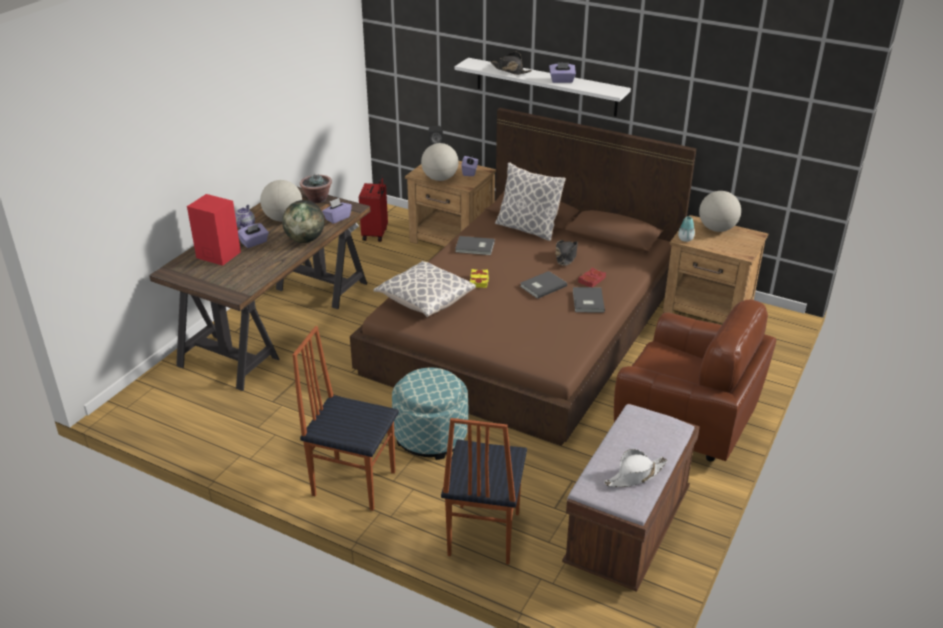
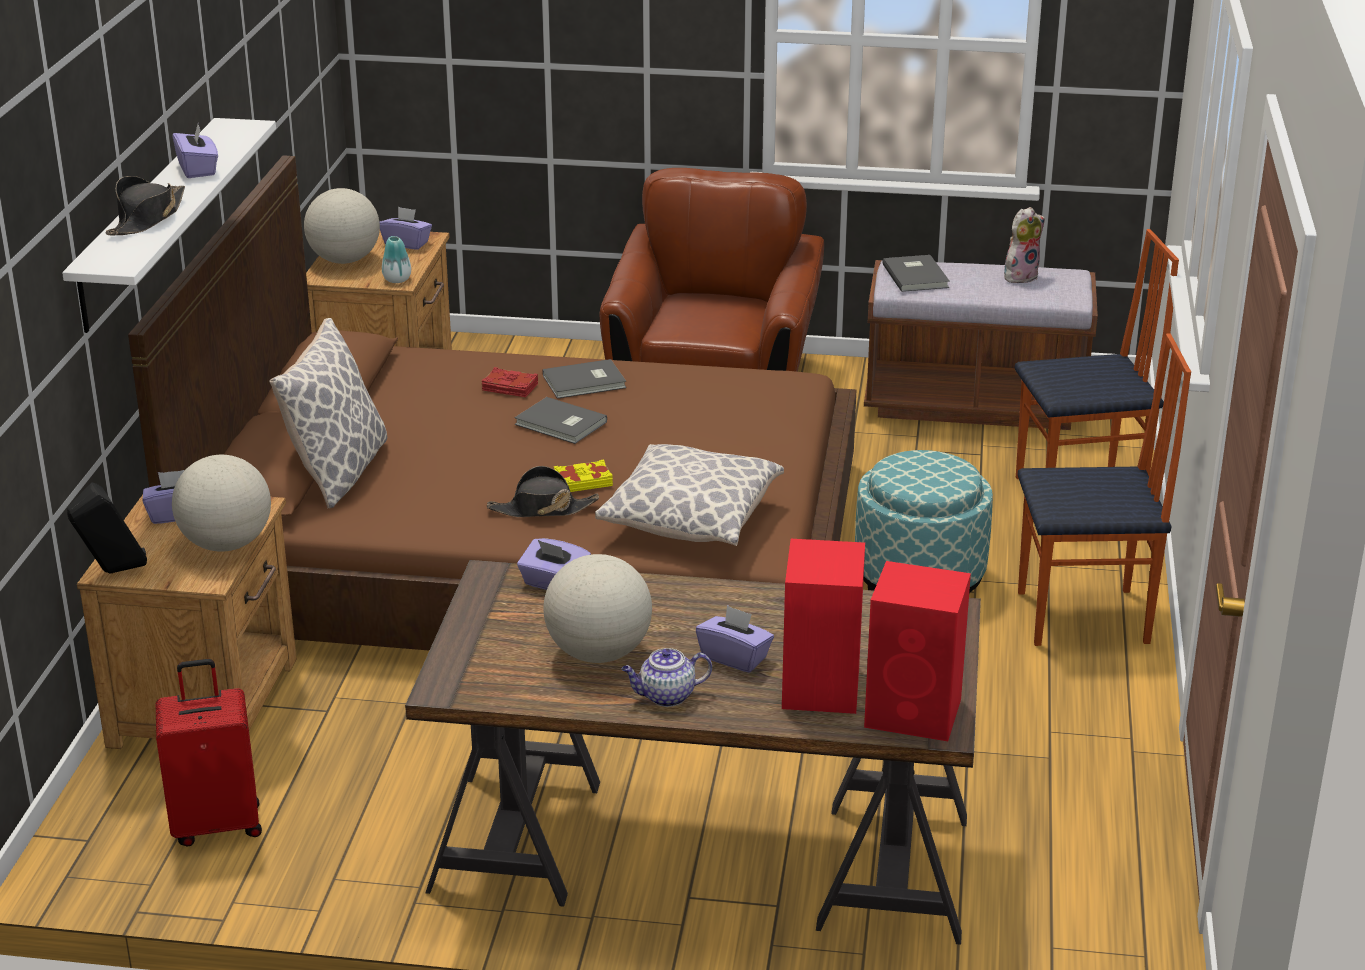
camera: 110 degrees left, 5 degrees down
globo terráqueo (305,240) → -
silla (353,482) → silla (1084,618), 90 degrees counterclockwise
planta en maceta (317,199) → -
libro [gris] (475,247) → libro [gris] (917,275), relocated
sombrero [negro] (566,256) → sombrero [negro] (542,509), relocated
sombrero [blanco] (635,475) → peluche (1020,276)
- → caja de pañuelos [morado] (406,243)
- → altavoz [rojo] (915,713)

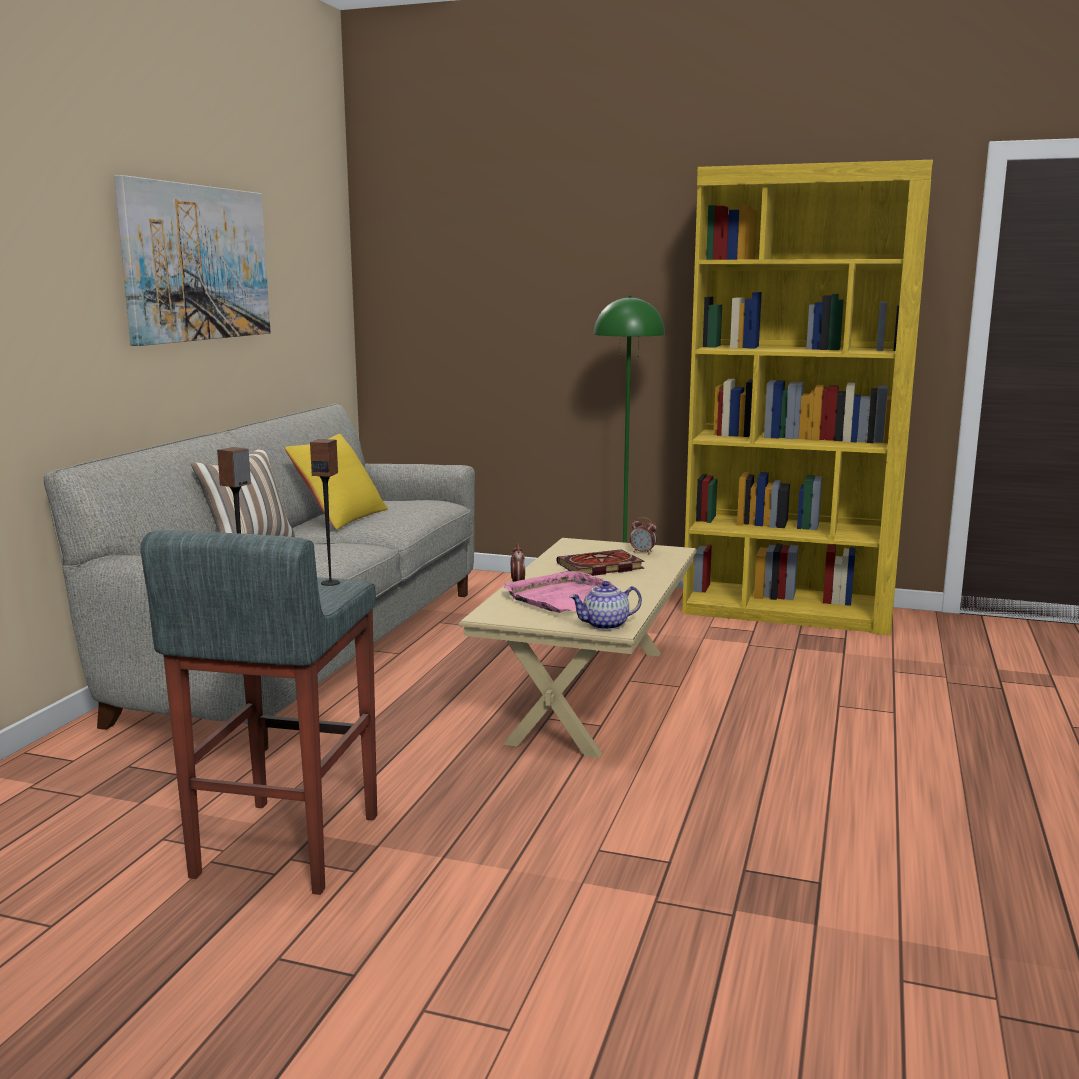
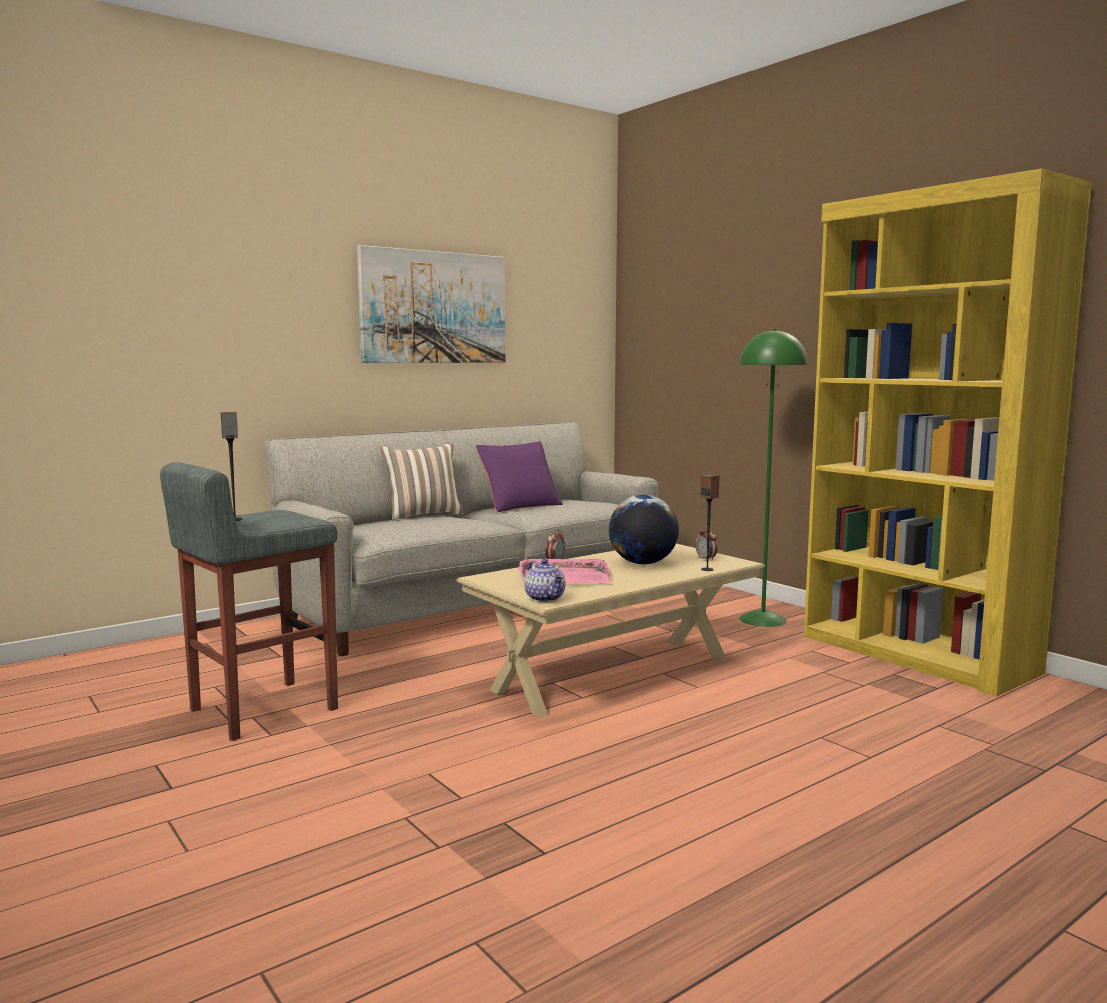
camera: 35 degrees right, 5 degrees down
cojín [amarillo] (340,517) → cojín [morado] (520,505)
altavoz (330,583) → altavoz (707,569), relocated
libro (599,567) → globo terráqueo (642,563)
tetera (605,625) → tetera (546,598), 135 degrees counterclockwise

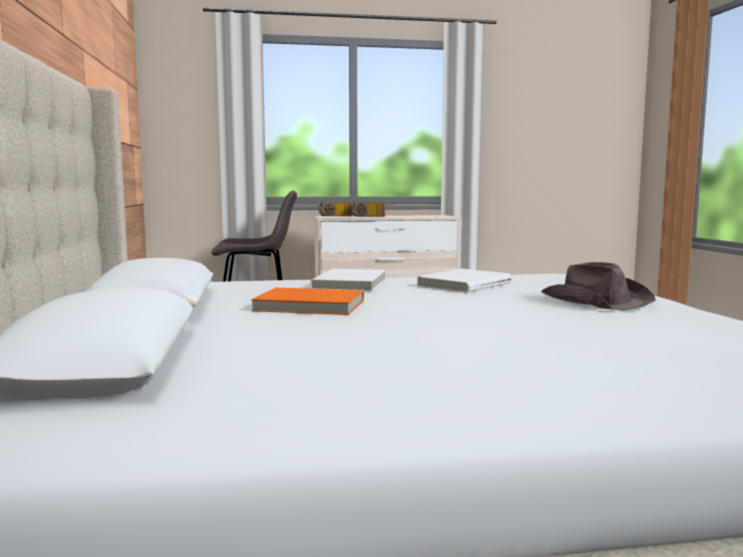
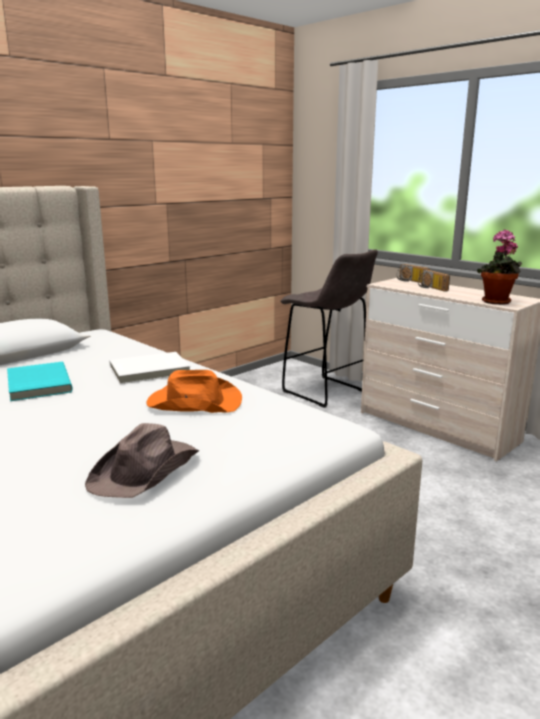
camera: 55 degrees right, 10 degrees up
libro [naranja] (309,306) → libro [turquesa] (37,384)
libro [blanco] (462,284) → sombrero [naranja] (193,402)
- → planta en maceta (496,302)

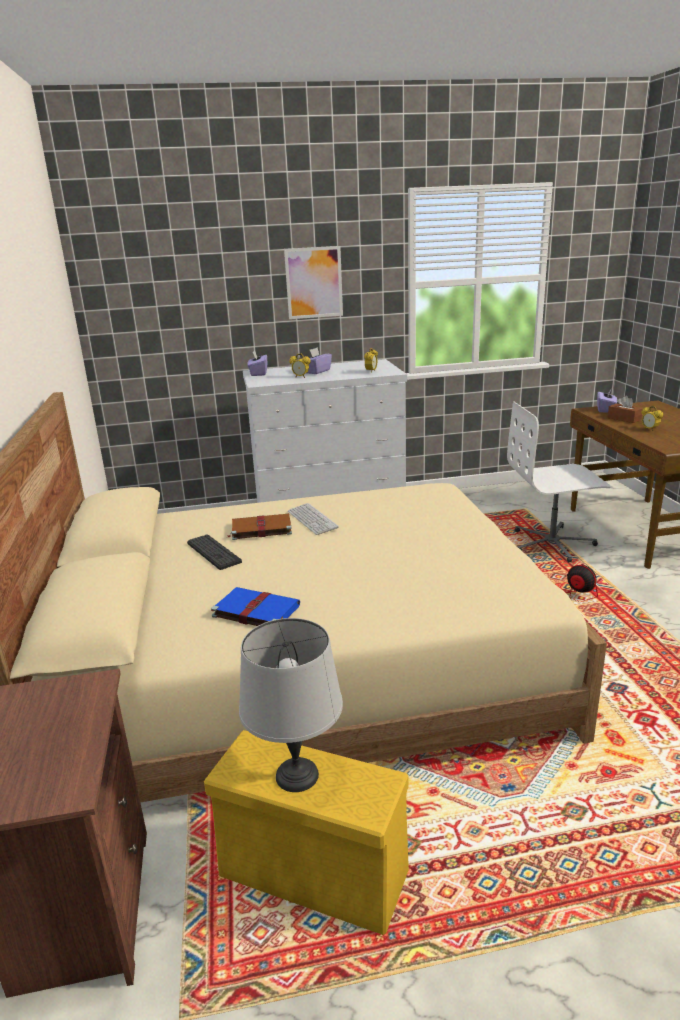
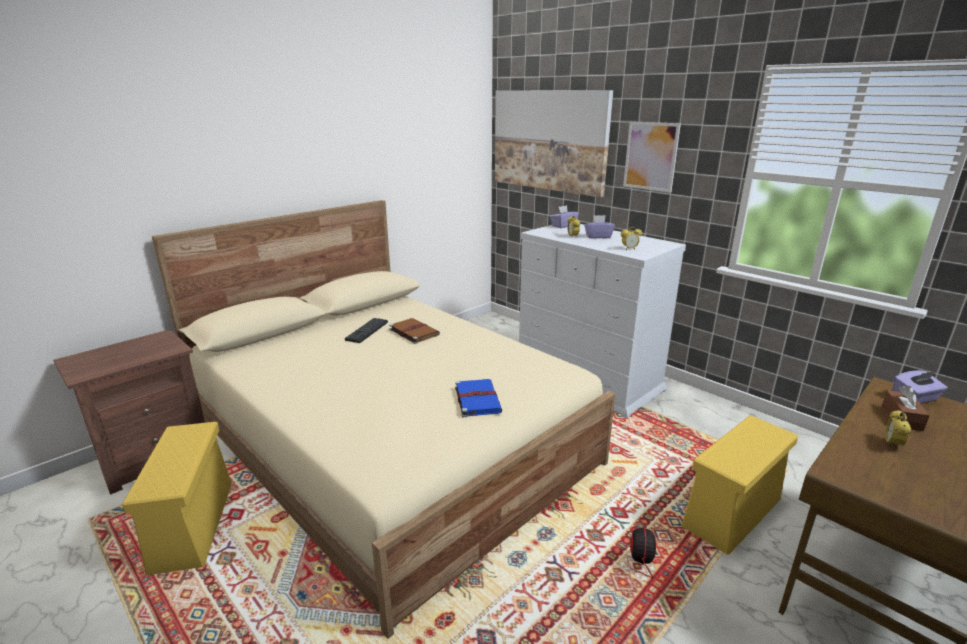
camera: 55 degrees right, 0 degrees up
libro [azul] (254,610) → libro [azul] (477,399), relocated
lámpara de mesa [gris] (297,776) → -
teclado (312,520) → -
silla de oficina [blanco] (552,543) → caja de almacenaje [amarillo] (732,511)
- → cuadro (549,140)

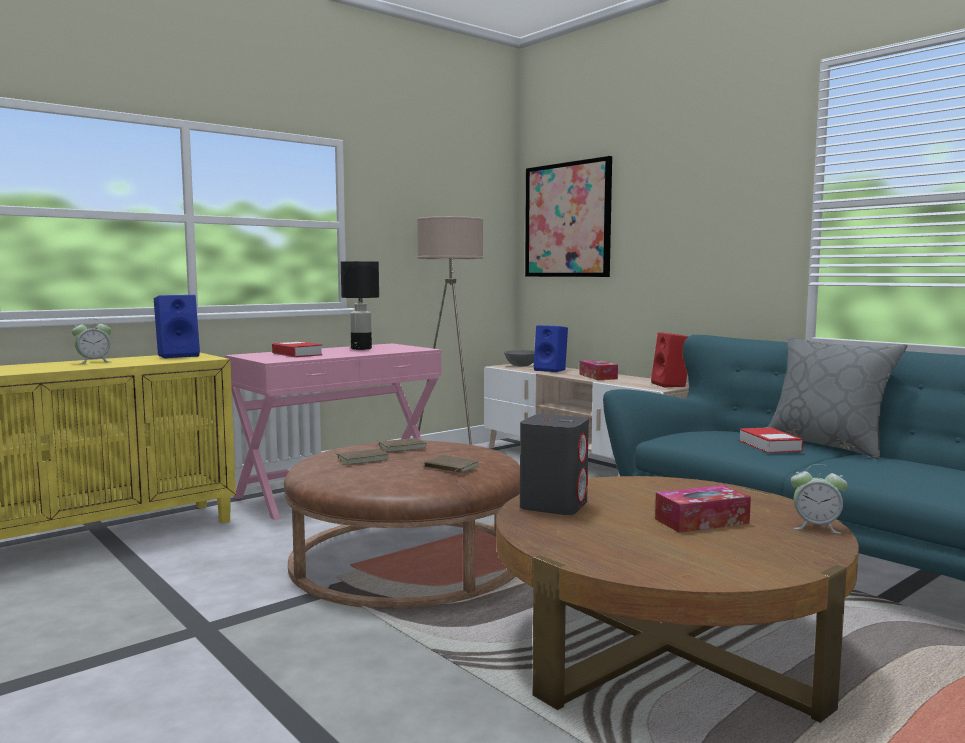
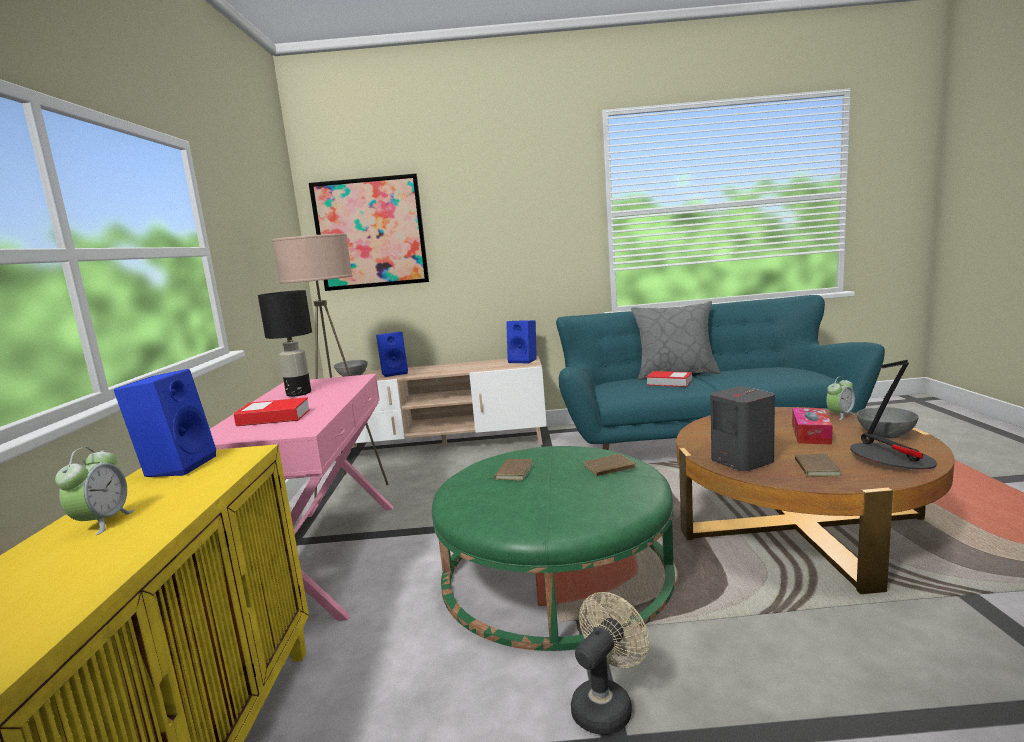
camera: 50 degrees left, 5 degrees up
puf [marrón] (407,558) → puf [verde] (556,572)
libro [marrón] (362,459) → libro [marrón] (814,468), relocated
caja de pañuelos (598,376) → -
altavoz [rojo] (672,385) → altavoz [azul] (524,361)
- → ventilador [beis] (607,704)
- → lámpara de mesa (891,459)
- → cuenco [gris] (885,435)

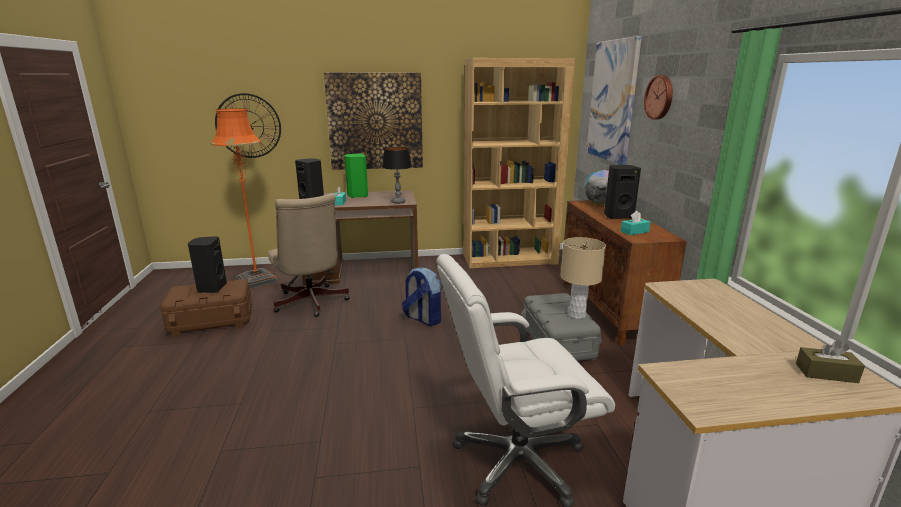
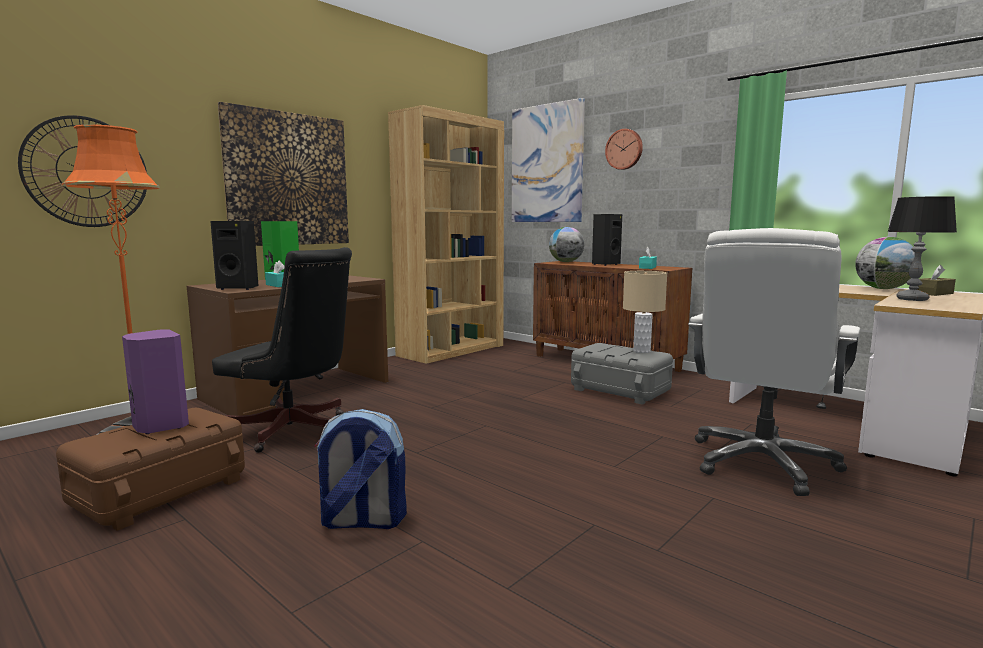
camera: 40 degrees left, 10 degrees down
altavoz [negro] (211,288) → altavoz [morado] (160,426)
silla de oficina [beis] (311,304) → silla de oficina [negro] (295,432)
lámpara de mesa (398,202) → lámpara de mesa (912,299), relocated
mochila (422,319) → mochila (362,521), relocated
- → globo terráqueo (883,289)

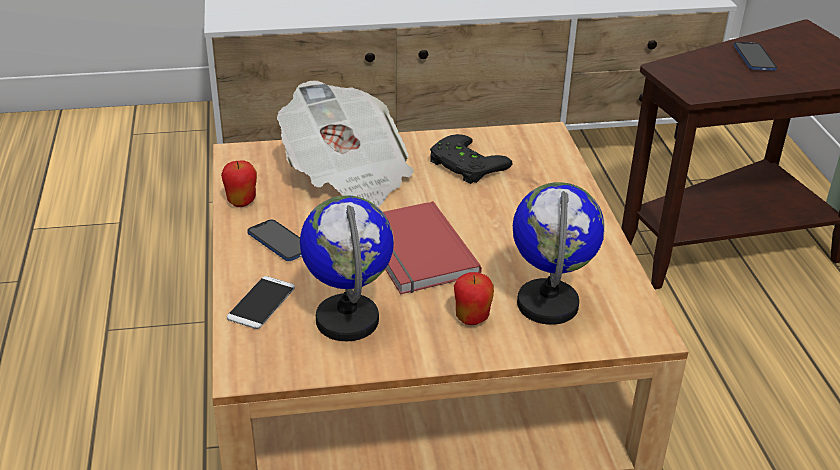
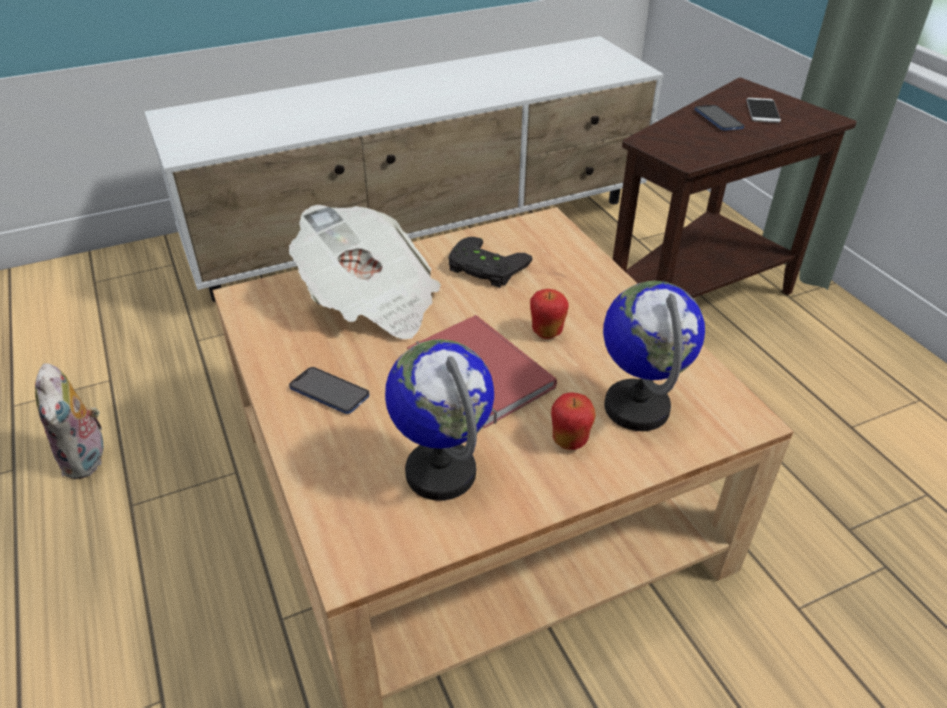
camera: 15 degrees left, 5 degrees up
manzana (241,202) → manzana (546,332), relocated
móvil (261,303) → móvil (762,111), relocated
- → peluche (88,459)

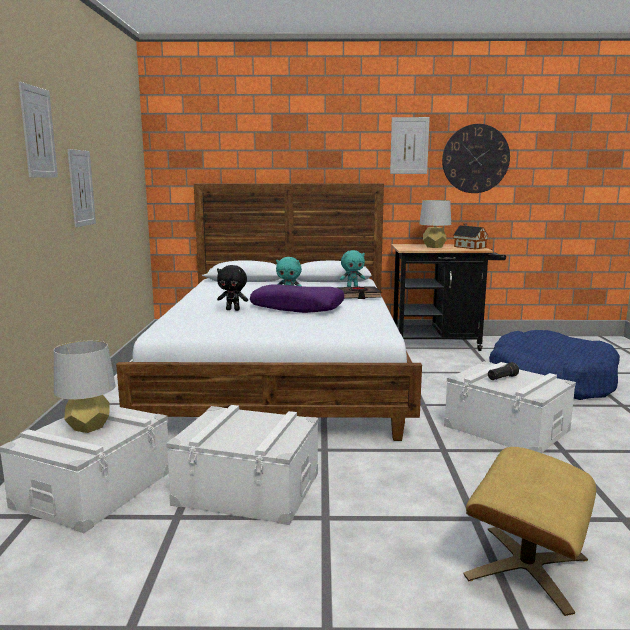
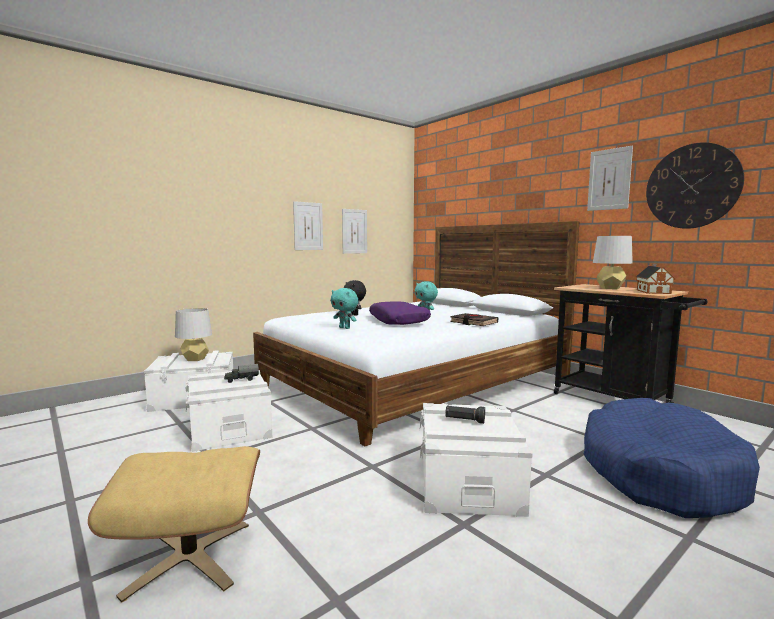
camera: 50 degrees right, 5 degrees down
cuadro (38,132) → cuadro (354,231), relocated
peluche [turquesa] (352,286) → peluche [turquesa] (345,328), relocated
- → camión de juguete (241,380)

